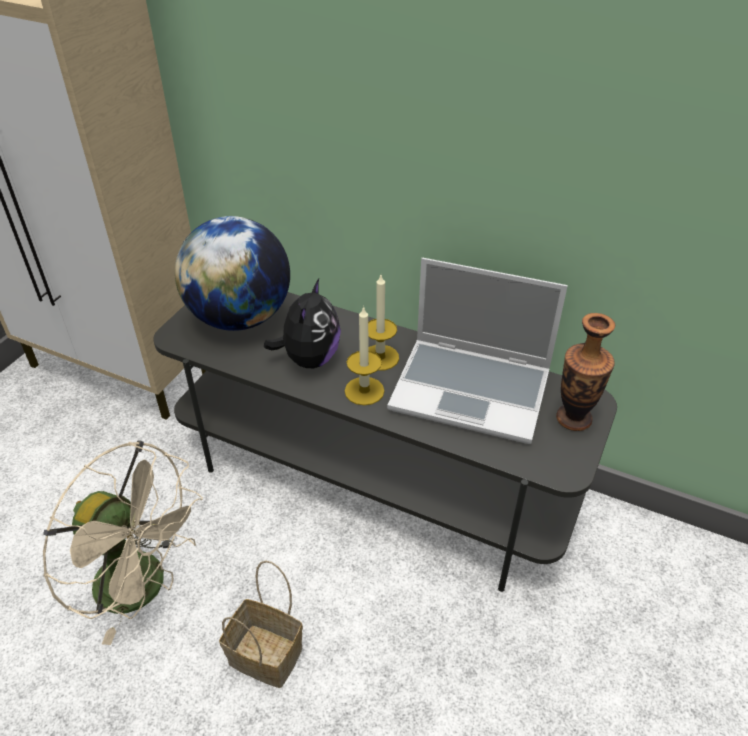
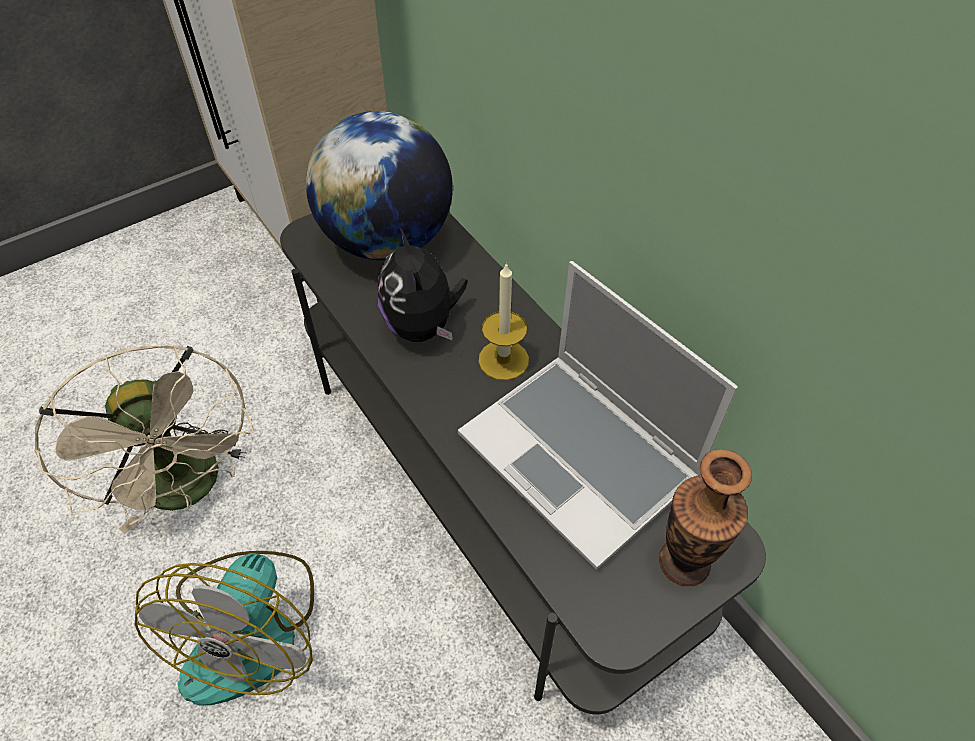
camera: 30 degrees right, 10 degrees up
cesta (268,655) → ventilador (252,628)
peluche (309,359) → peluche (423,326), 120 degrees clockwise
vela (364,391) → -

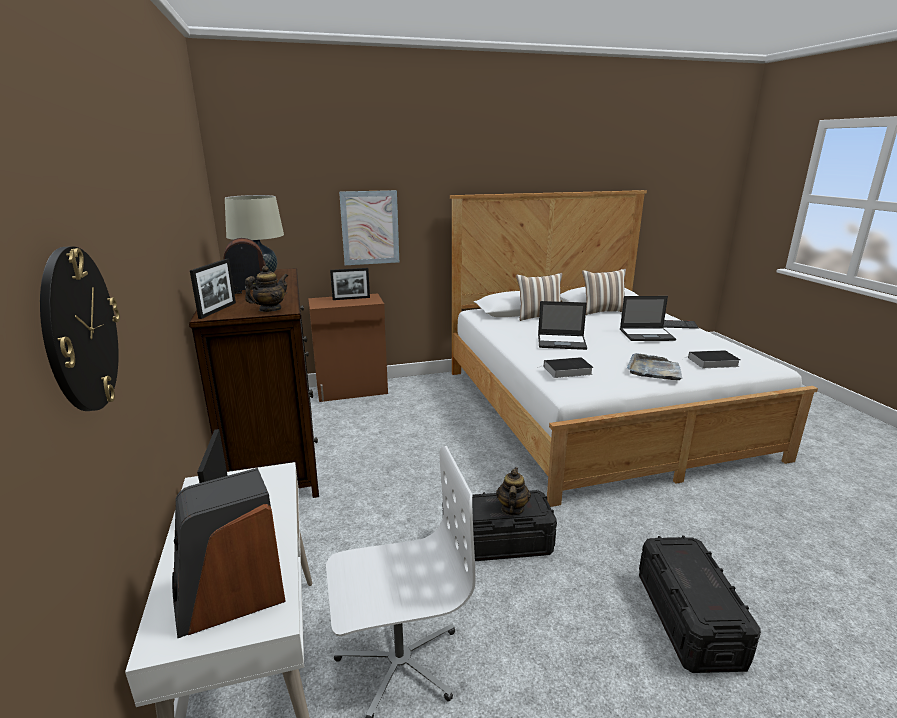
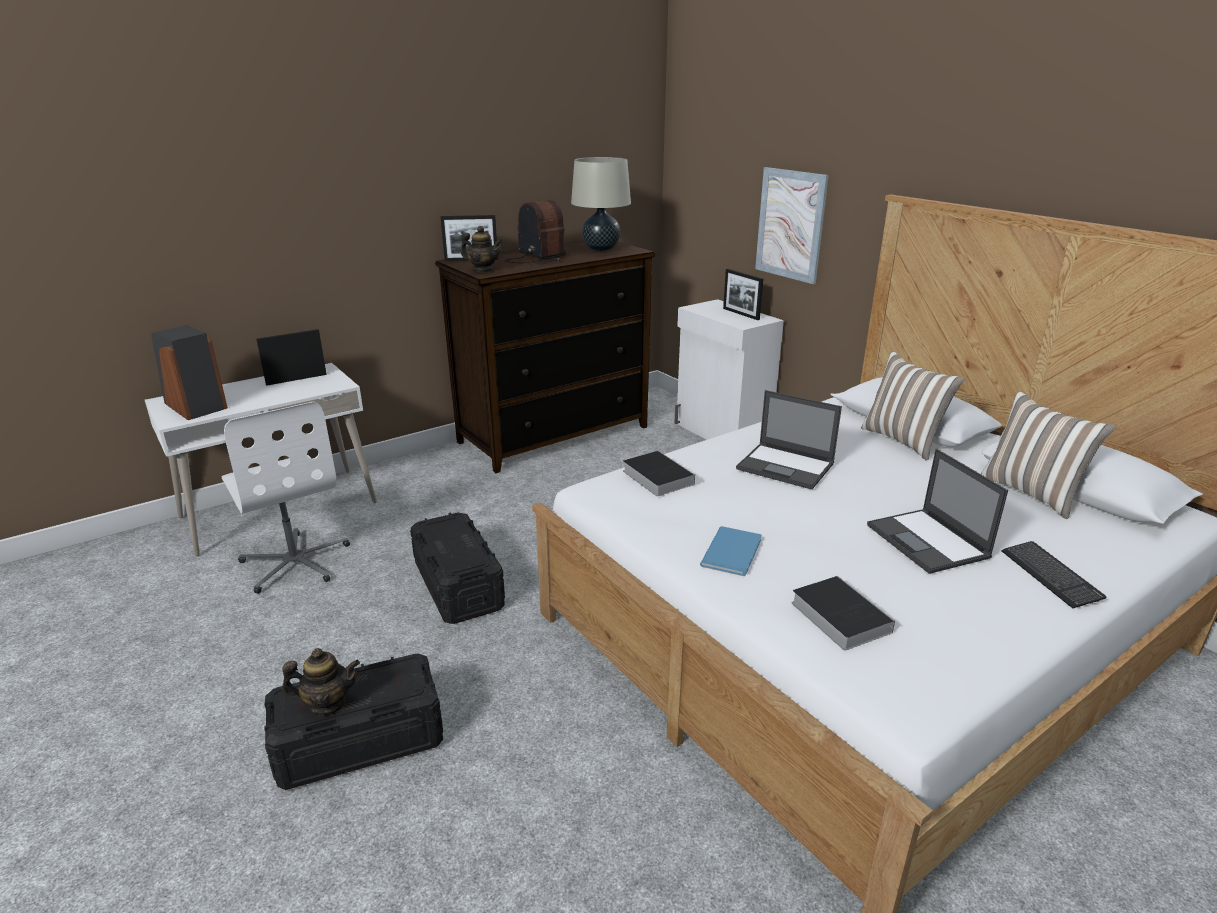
camera: 70 degrees right, 5 degrees up
reloj de pared (80,330) → -
armario [marrón] (352,390) → armario [blanco] (721,433)
tetera (512,509) → tetera (327,704), relocated
portátil (562,342) → portátil (786,466), 45 degrees counterclockwise
bandeja [gris] (654,370) → libro [azul] (734,551)

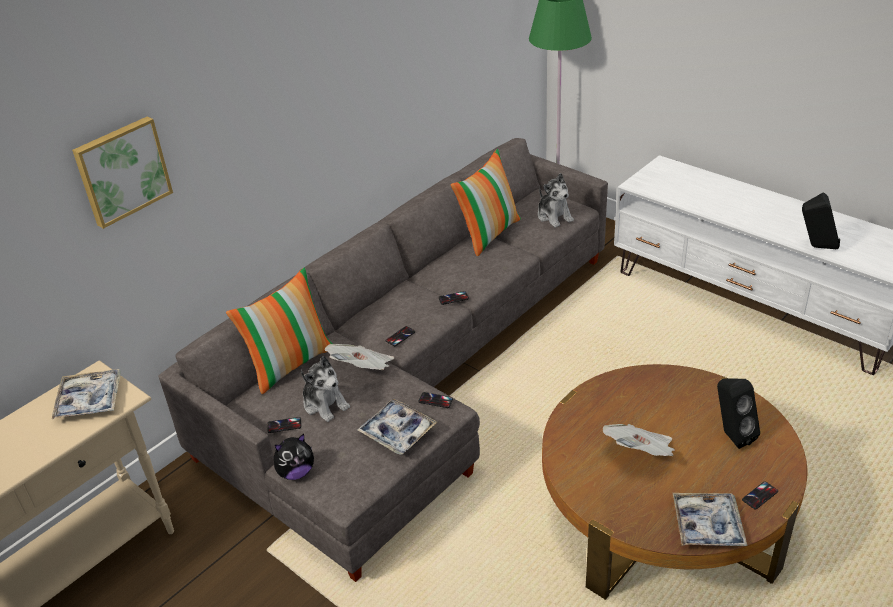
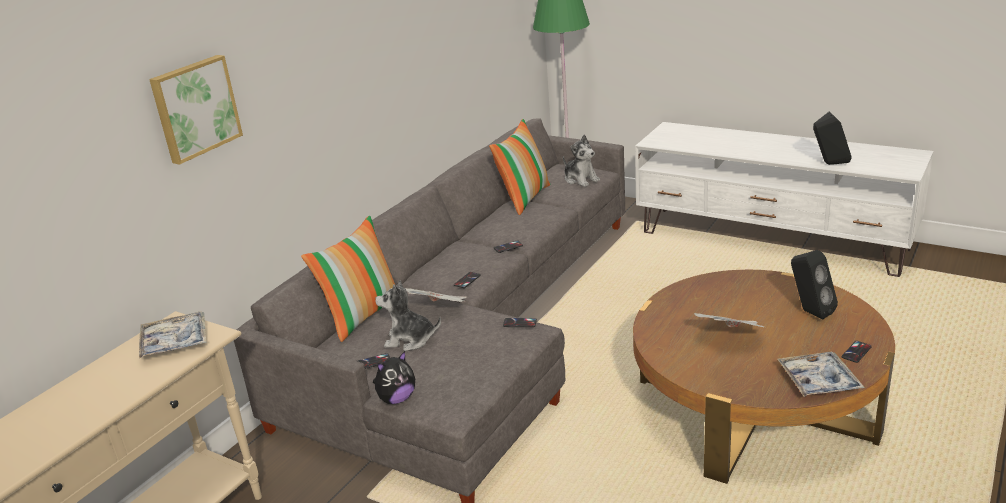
camera: 10 degrees left, 10 degrees down
peluche (325,404) → peluche (410,340), 150 degrees clockwise
bandeja (397,432) → -

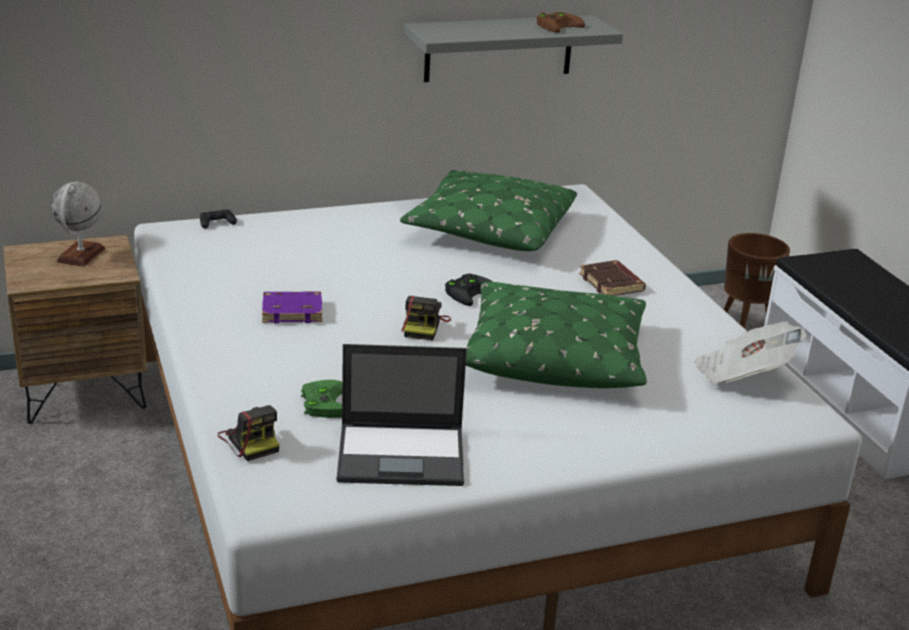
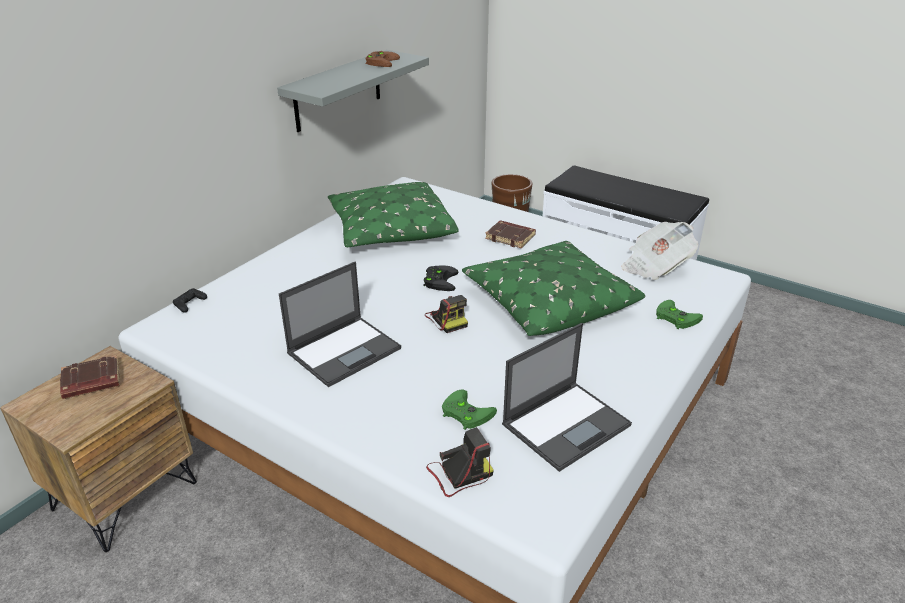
camera: 35 degrees left, 5 degrees up
globo terráqueo (81,255) → libro [marrón] (91,382)
cámara (250,441) → cámara (459,474), 45 degrees counterclockwise
libro [morado] (293,311) → portátil (345,350)
- → mando de consola [verde] (674,317)

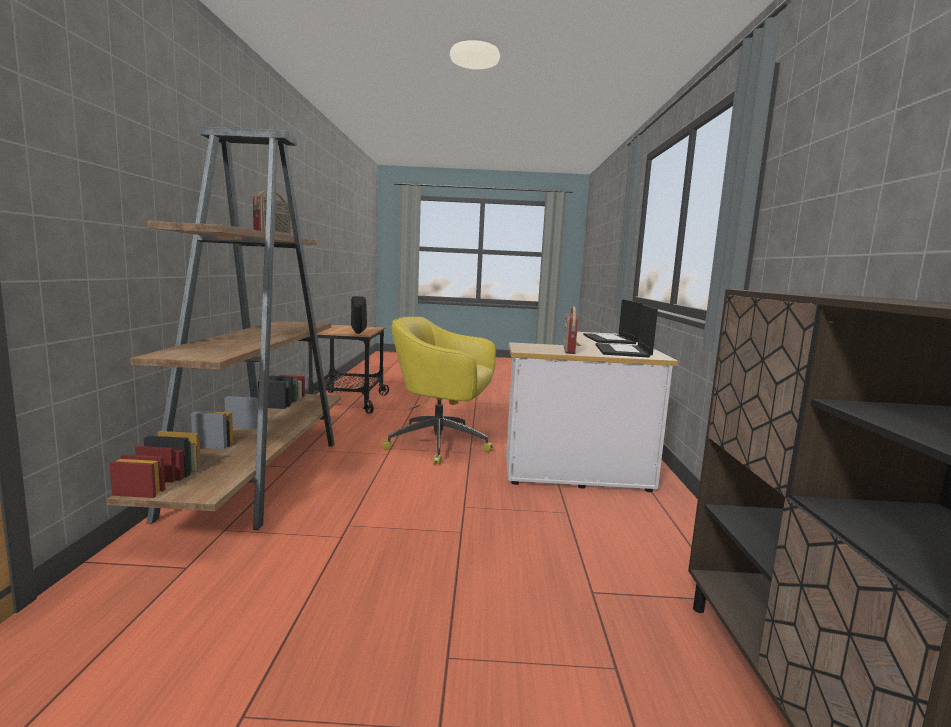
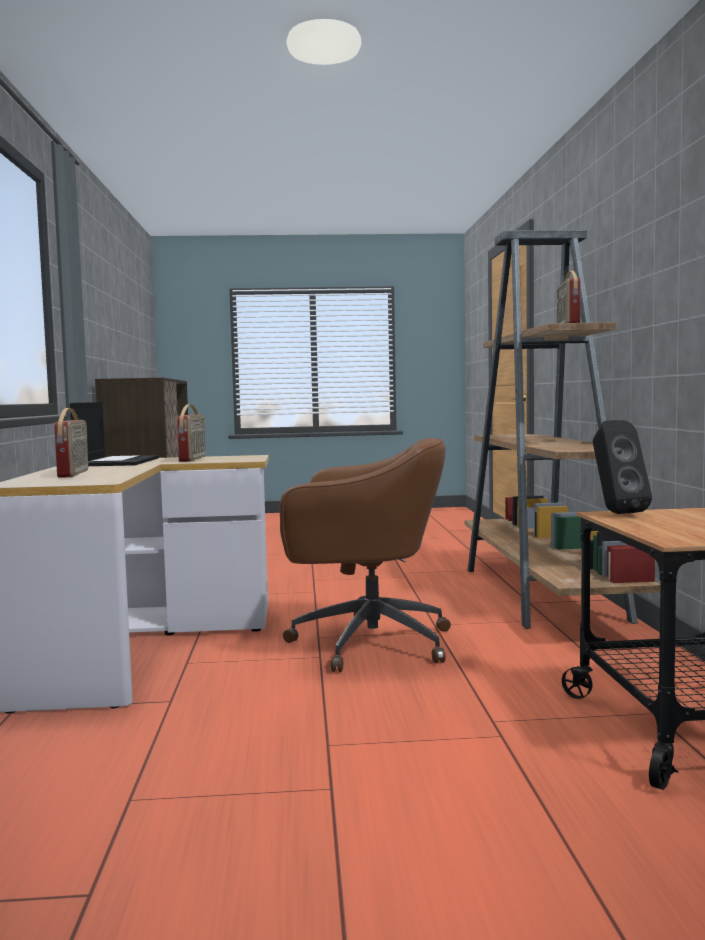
camera: 175 degrees right, 5 degrees down
silla de oficina [amarillo] (441,445) → silla de oficina [marrón] (366,643)
portátil (610,339) → radio (74,473)

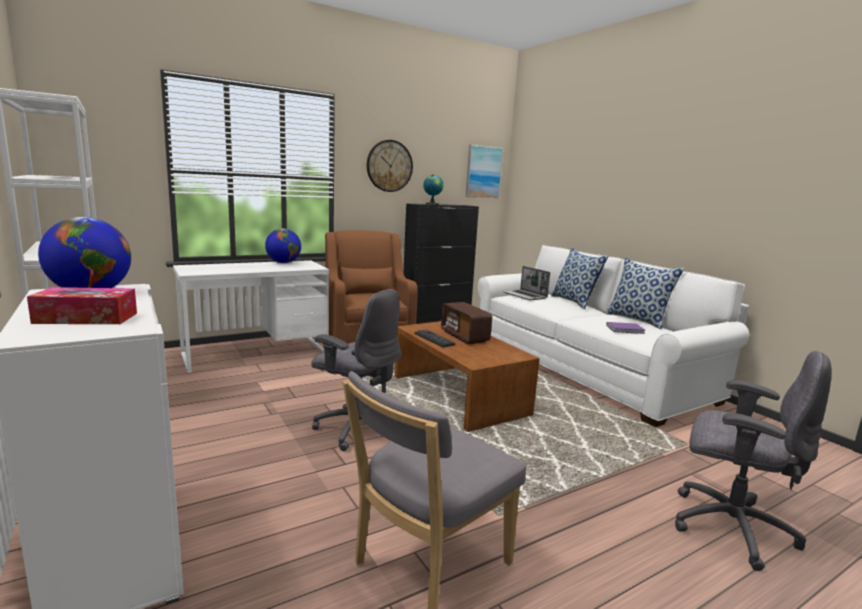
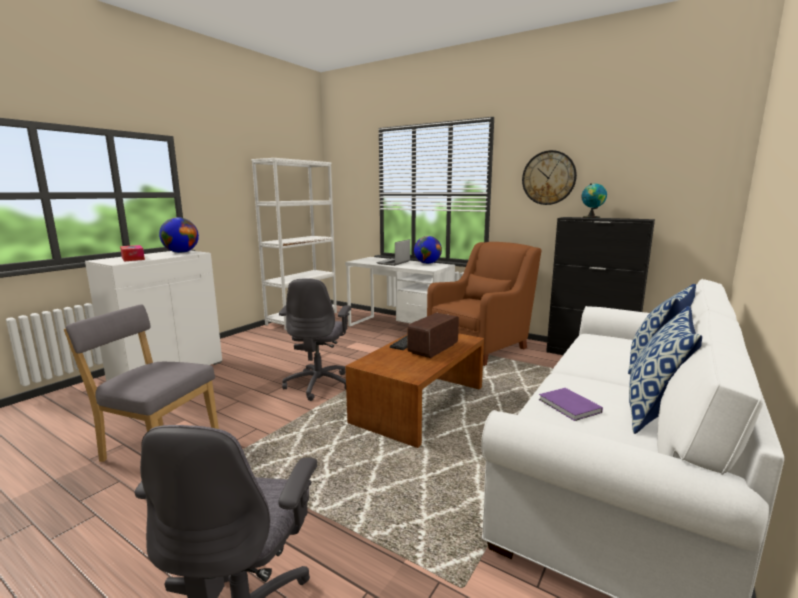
camera: 65 degrees right, 0 degrees up
cuadro (483,172) → -
portátil (525,296) → portátil (393,262), relocated

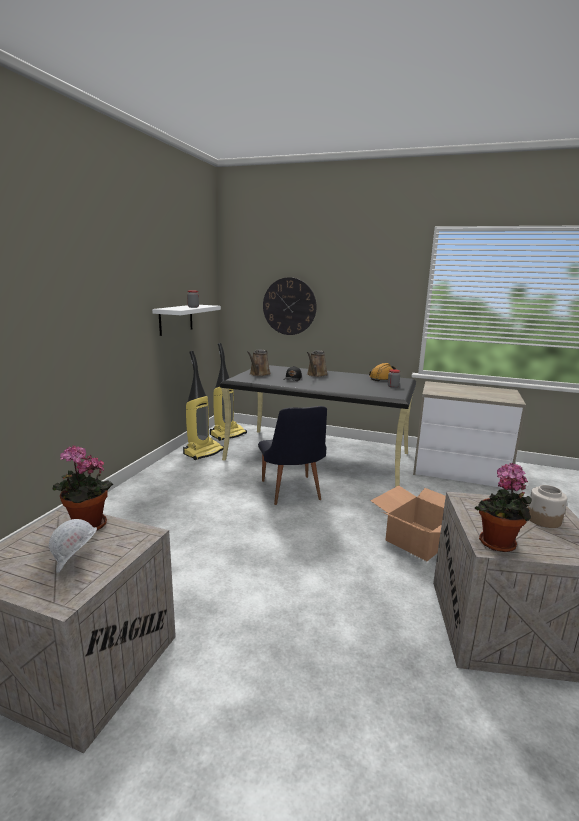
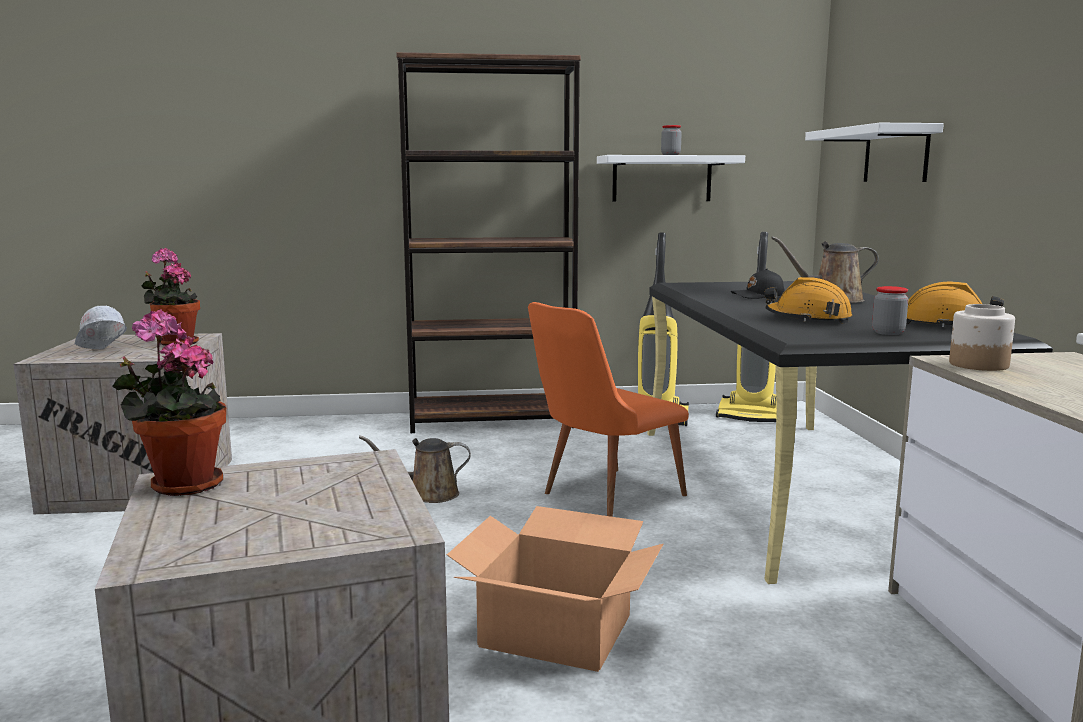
camera: 65 degrees right, 5 degrees down
regadera [marrón] (259,374) → regadera [marrón] (427,495), relocated
silla [negro] (292,493) → silla [naranja] (602,496)
reloj de pared (289,306) → estante [blanco] (896,155)
tarro (543,520) → tarro (978,365), relocated
- → estantería [marrón] (492,421)
- → casco [naranja] (807,319)

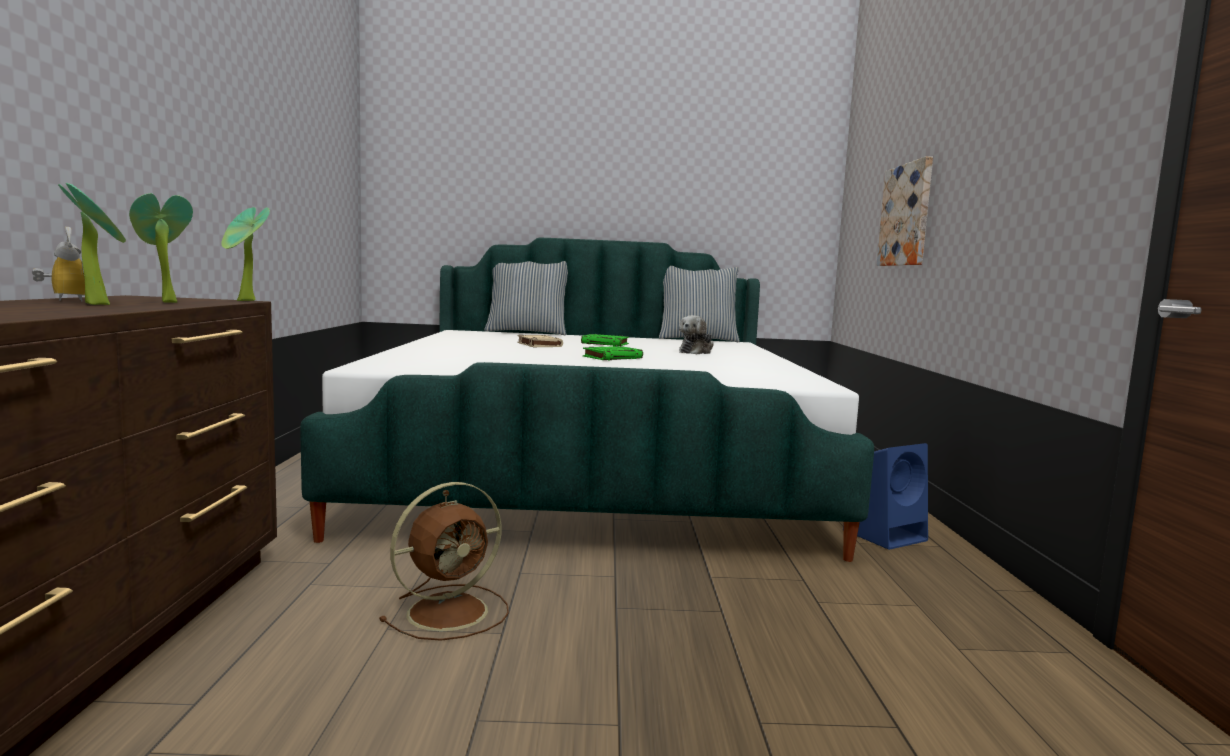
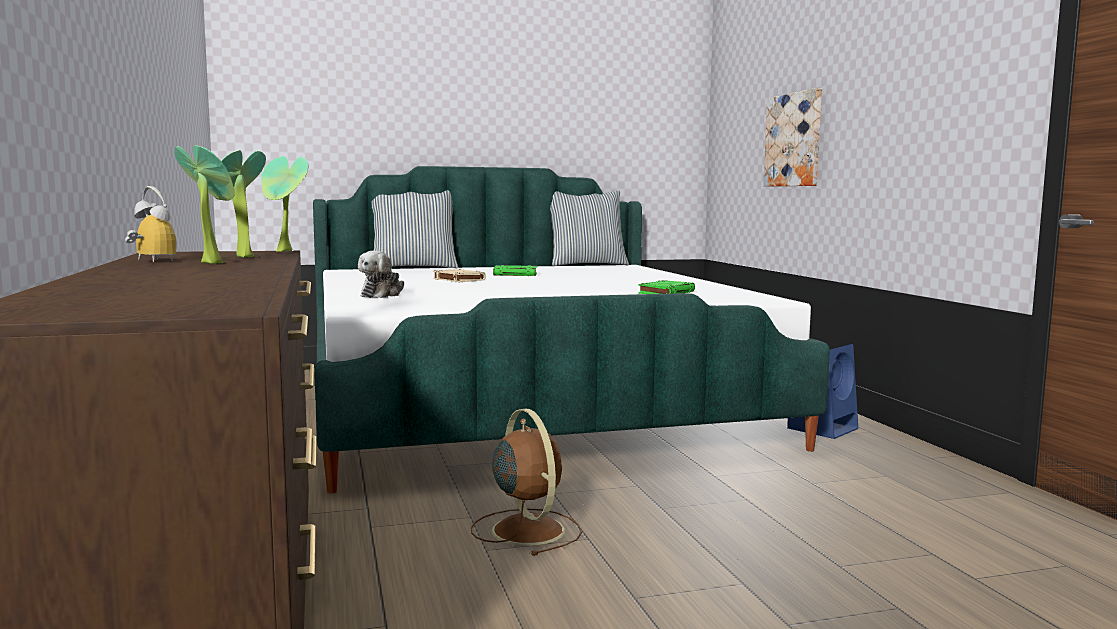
camera: 15 degrees left, 0 degrees up
ventilador [marrón] (451,611) → ventilador [marrón] (526,529), 60 degrees counterclockwise
libro [verde] (613,357) → libro [verde] (666,293), relocated
peluche (696,352) → peluche (382,295), relocated

